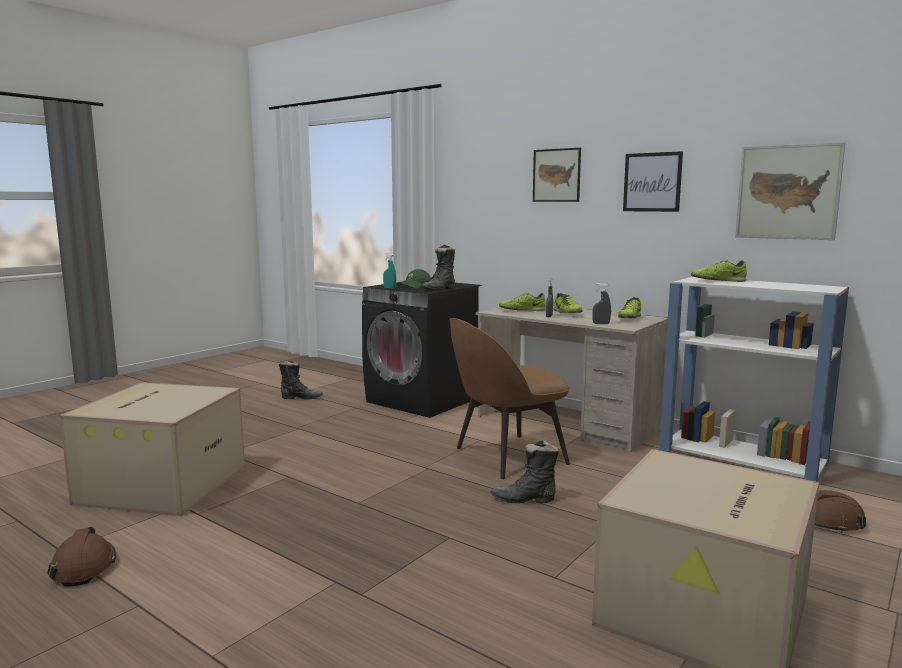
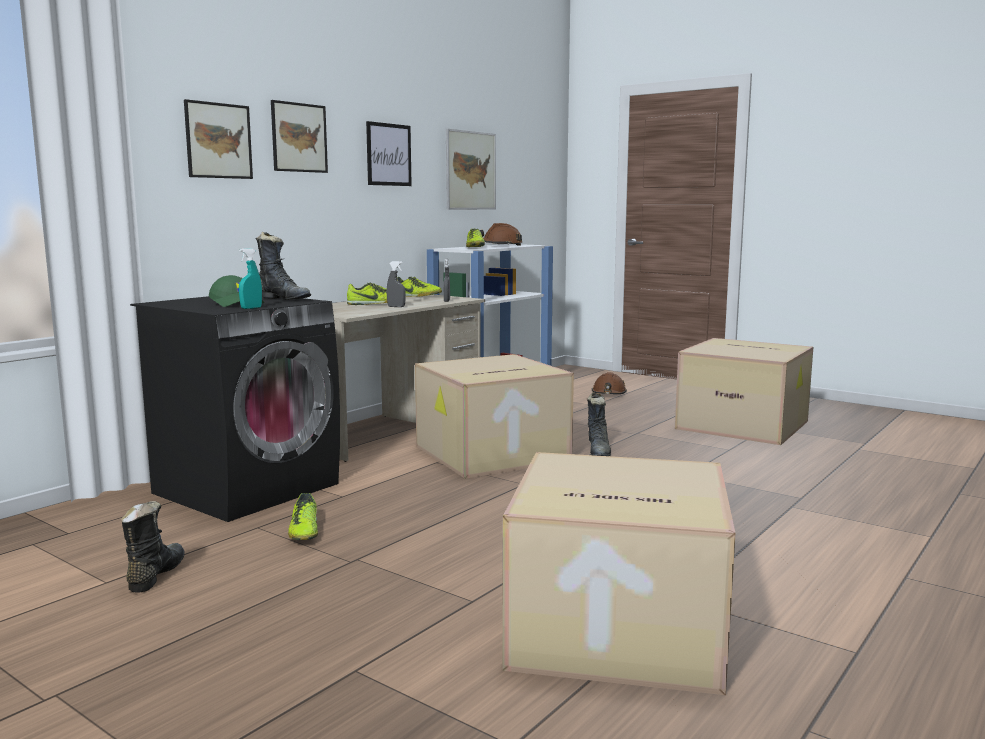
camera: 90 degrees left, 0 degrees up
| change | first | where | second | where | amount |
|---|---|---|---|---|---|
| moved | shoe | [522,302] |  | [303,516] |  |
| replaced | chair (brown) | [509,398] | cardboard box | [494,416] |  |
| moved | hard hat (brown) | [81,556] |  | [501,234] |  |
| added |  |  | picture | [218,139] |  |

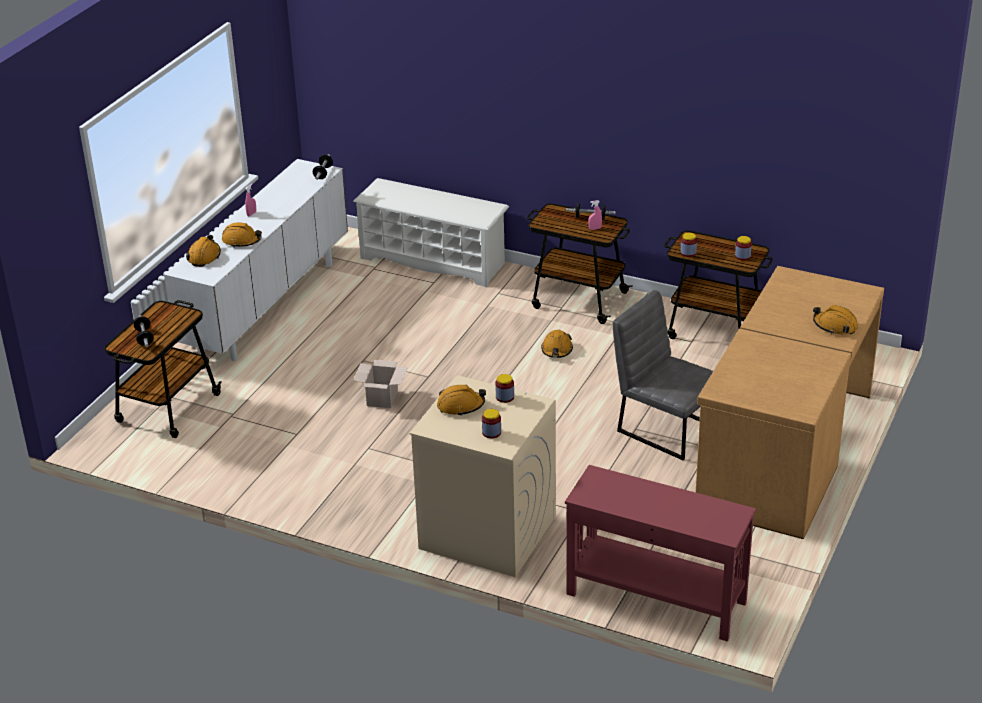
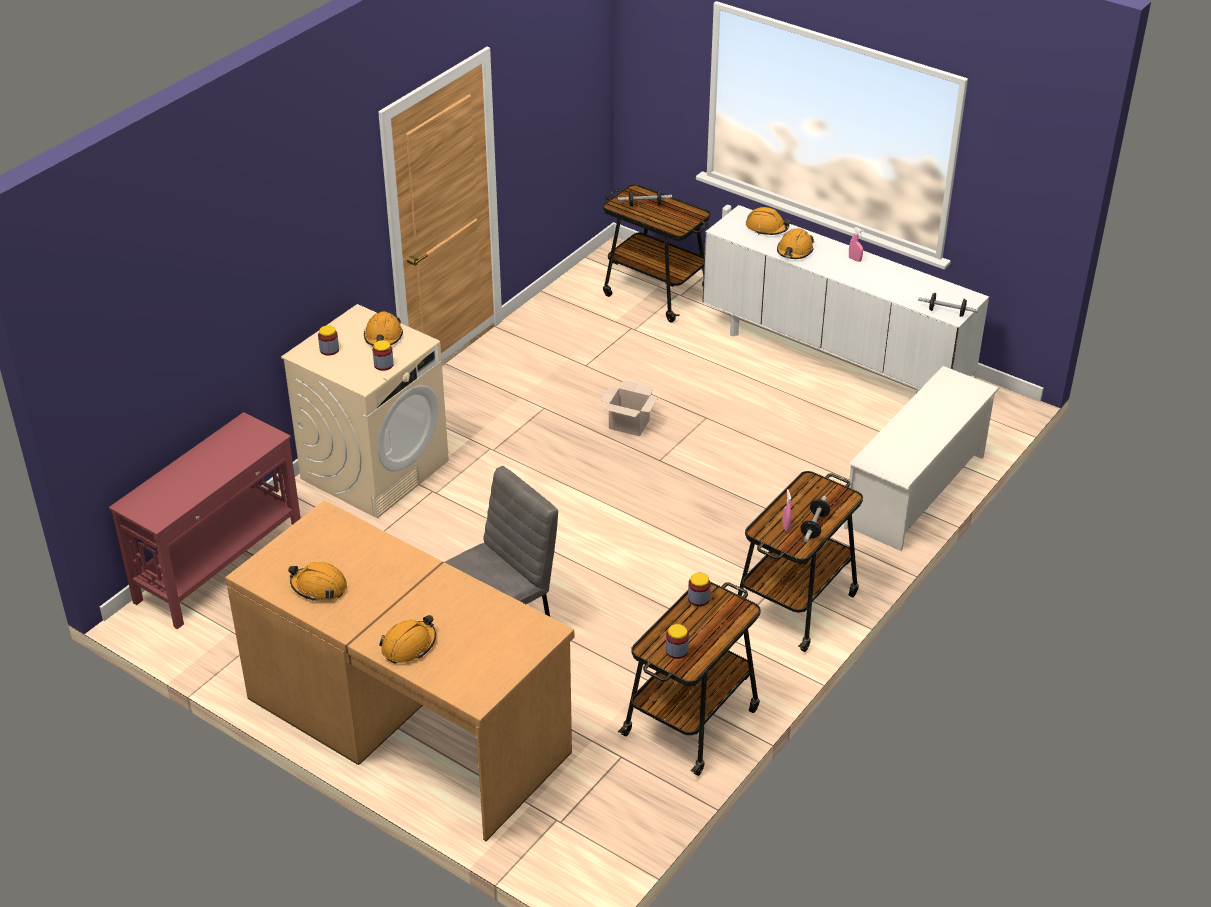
camera: 100 degrees right, 5 degrees up
| change | first | where | second | where | amount |
|---|---|---|---|---|---|
| moved | hard hat (orange) | [557,344] |  | [317,581] |  |

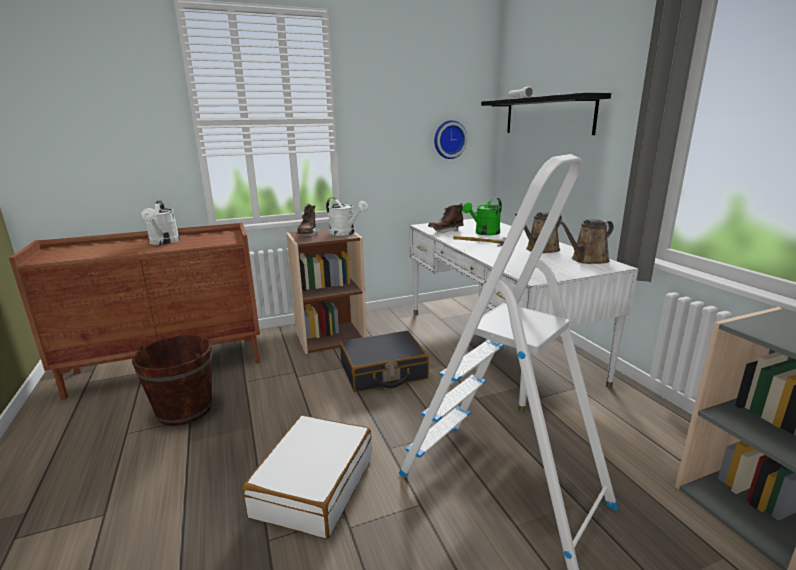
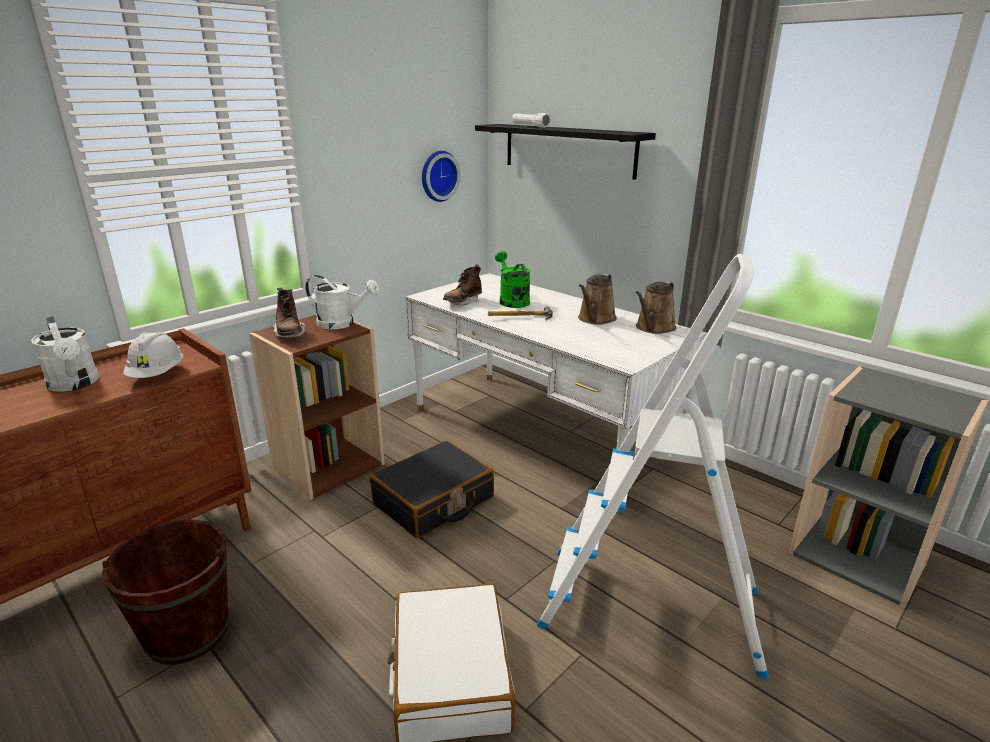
camera: 25 degrees left, 5 degrees up
| change | first | where | second | where | amount |
|---|---|---|---|---|---|
| turned | watering can (green) | [482,216] |  | [513,279] | 135 degrees clockwise |
| added |  |  | hard hat (white) | [153,355] |  |

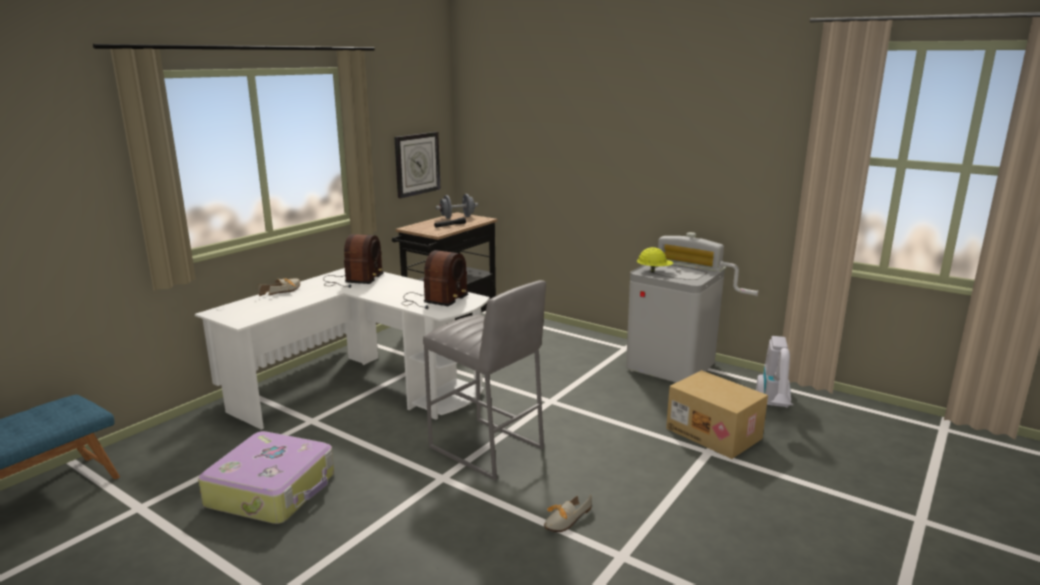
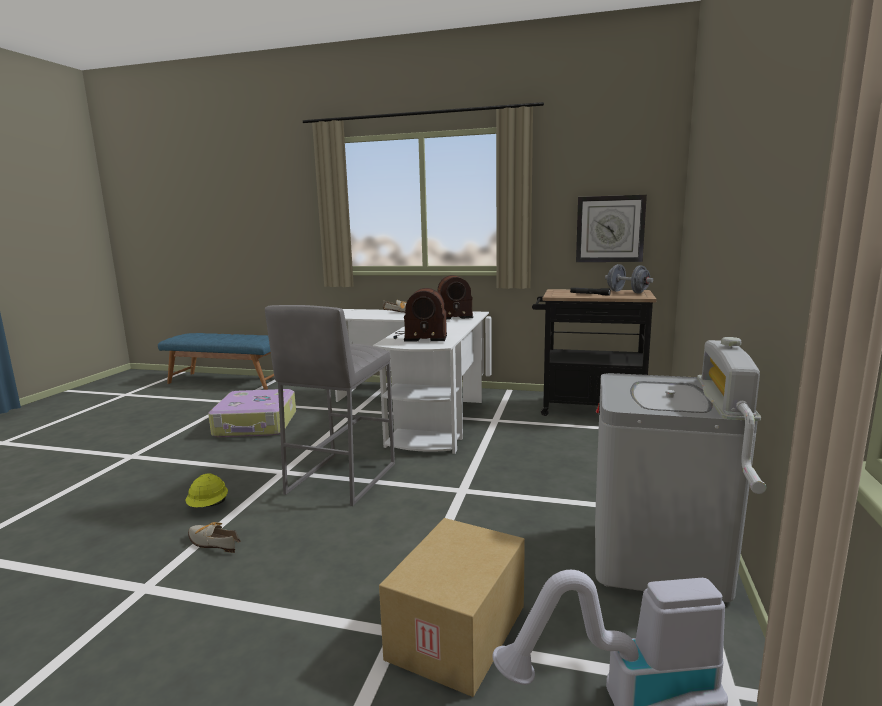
camera: 70 degrees right, 5 degrees down
| change | first | where | second | where | amount |
|---|---|---|---|---|---|
| moved | hard hat (yellow) | [655,259] |  | [206,490] |  |

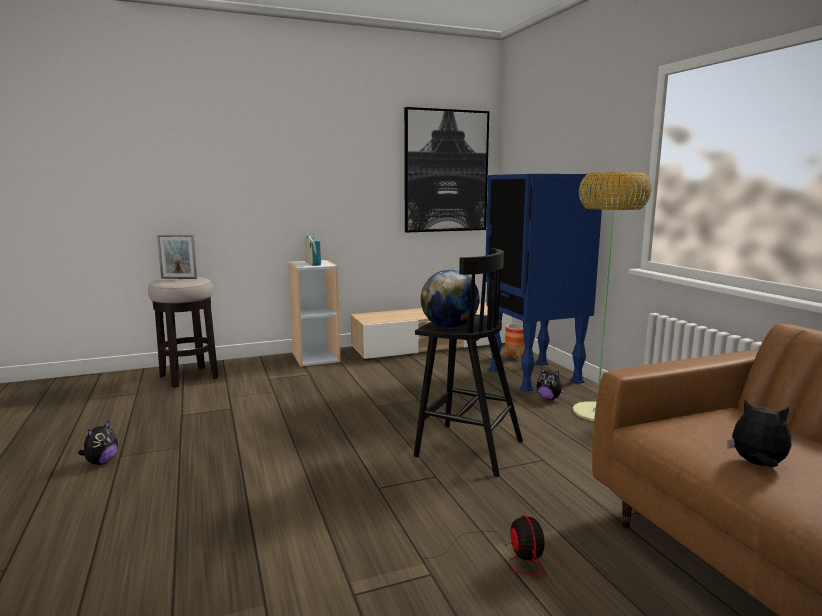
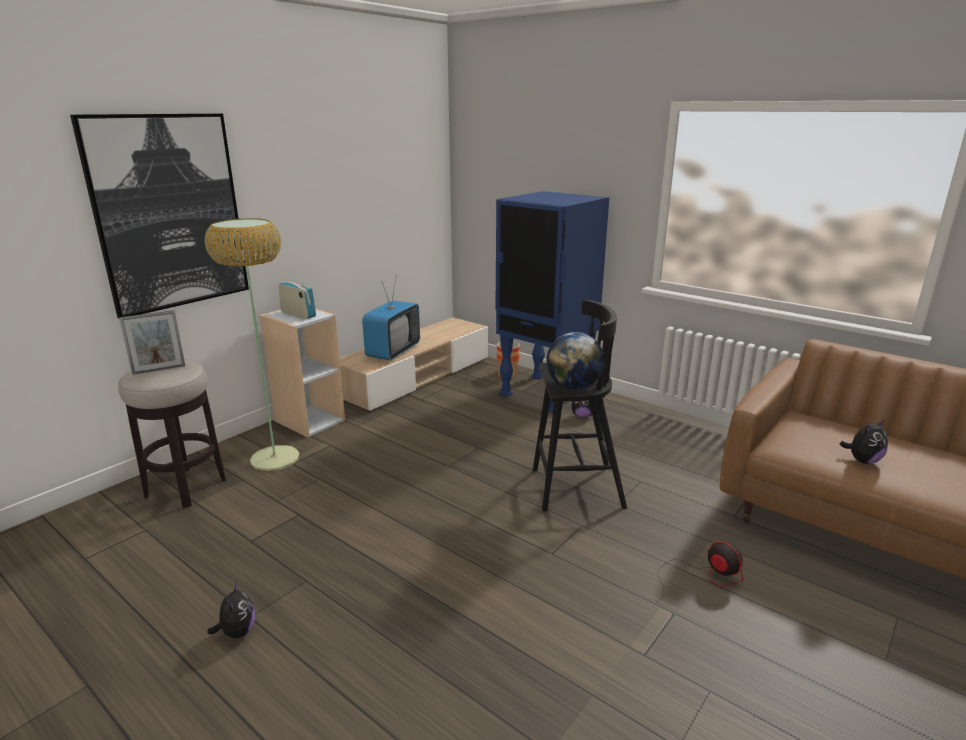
camera: 30 degrees left, 10 degrees up
| change | first | where | second | where | amount |
|---|---|---|---|---|---|
| moved | picture | [446,170] |  | [159,216] |  |
| moved | floor lamp | [612,296] |  | [252,344] |  |
| turned | plush toy | [759,434] |  | [864,442] | 150 degrees clockwise |
| added |  |  | television | [391,319] |  |

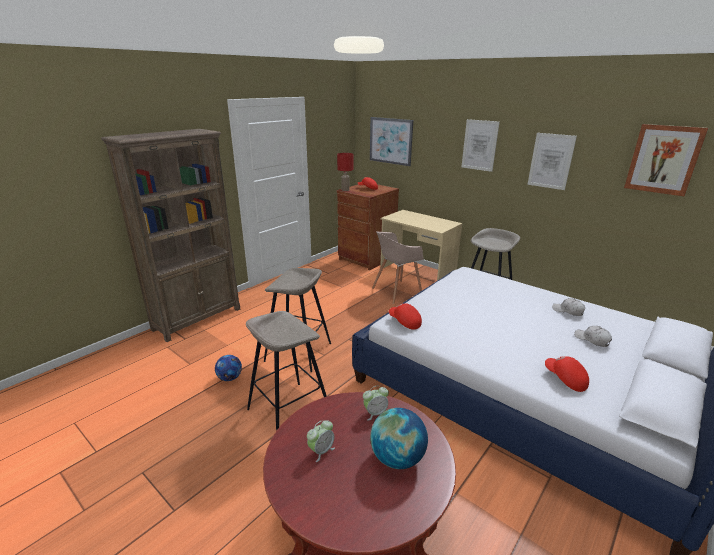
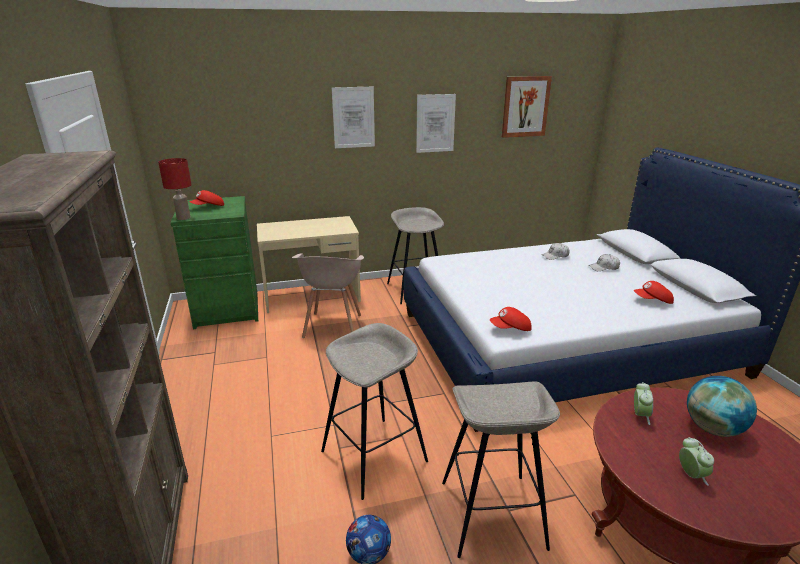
camera: 55 degrees left, 0 degrees up
| change | first | where | second | where | amount |
|---|---|---|---|---|---|
| removed | picture | [391,141] |  |  |  |
| recoloured | dresser (brown) | [367,227] | dresser (green) | [214,262] |  |

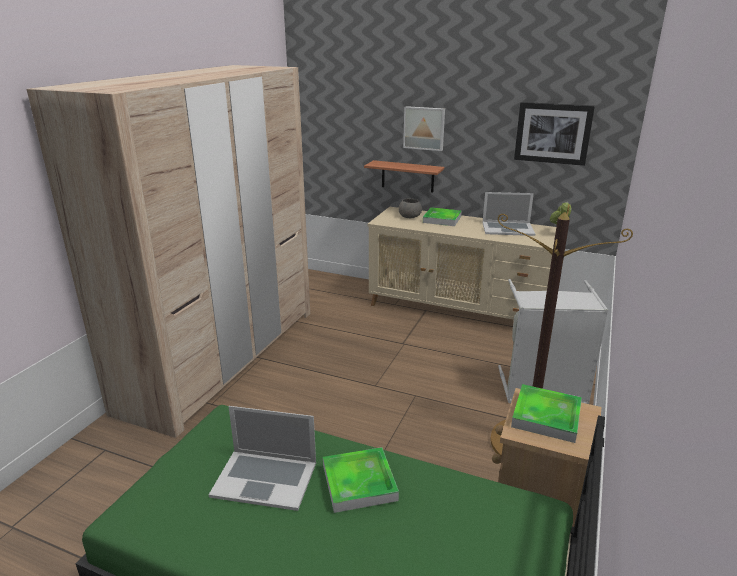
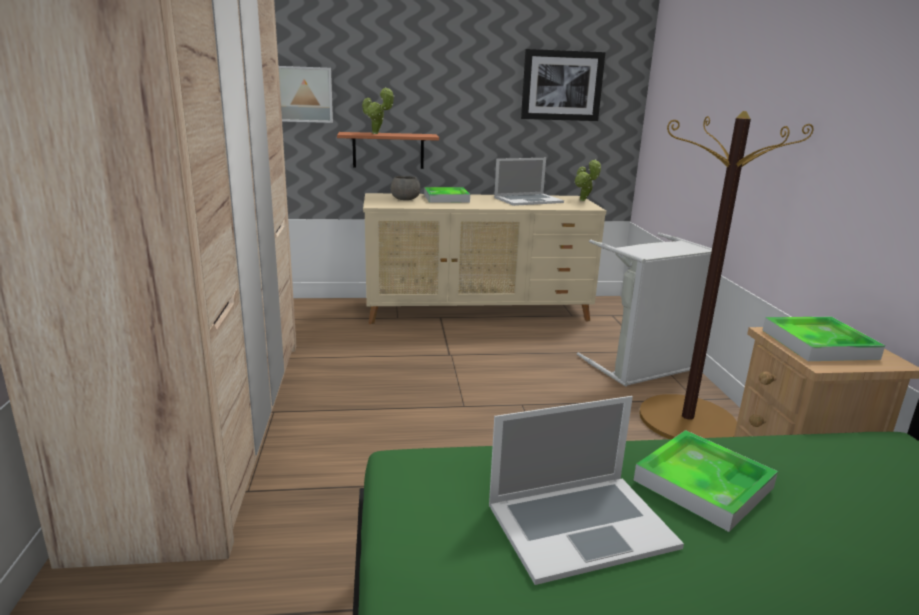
camera: 30 degrees left, 5 degrees down
| change | first | where | second | where | amount |
|---|---|---|---|---|---|
| moved | picture | [424,128] |  | [306,94] |  |
| added |  |  | potted plant | [378,110] |  |

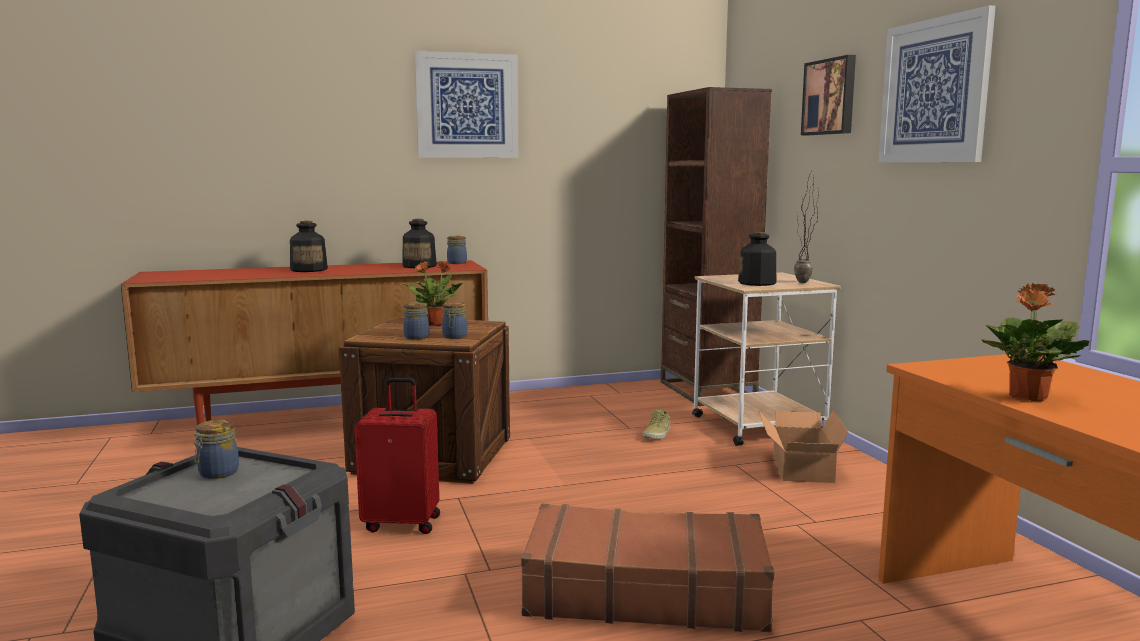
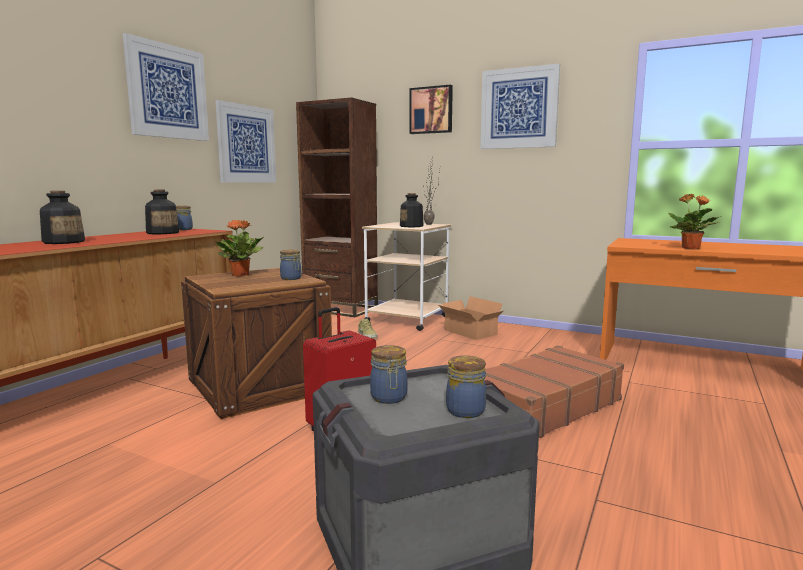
camera: 45 degrees left, 0 degrees up
| change | first | where | second | where | amount |
|---|---|---|---|---|---|
| moved | jar | [416,321] |  | [466,386] |  |
| added |  |  | picture | [245,141] |  |

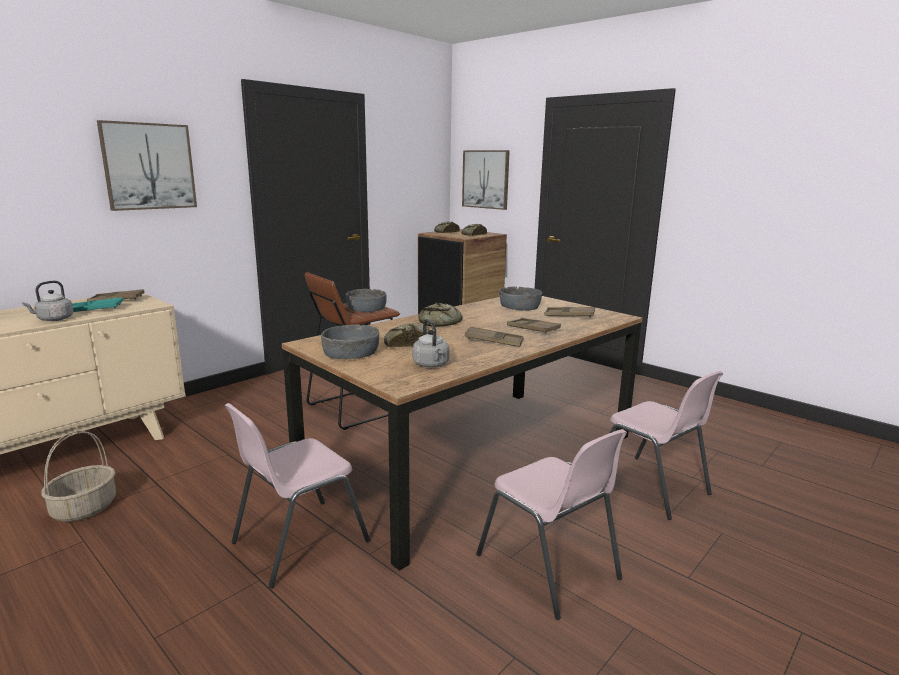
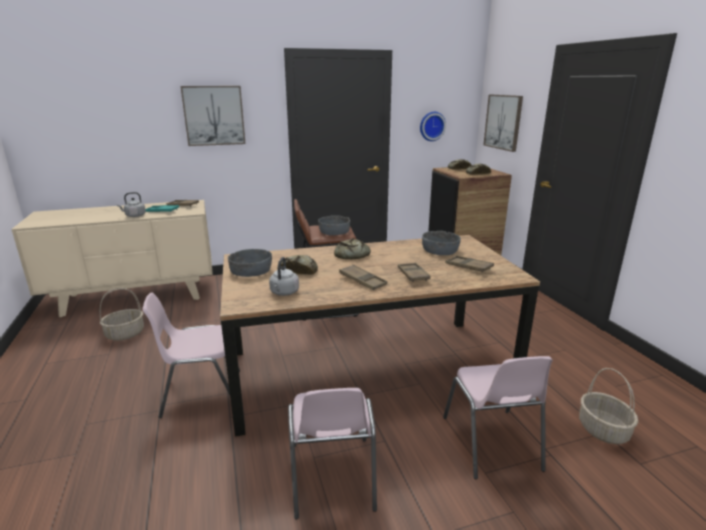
camera: 30 degrees right, 5 degrees up
| change | first | where | second | where | amount |
|---|---|---|---|---|---|
| added |  |  | wall clock | [433,126] |  |
| added |  |  | basket | [608,406] |  |

